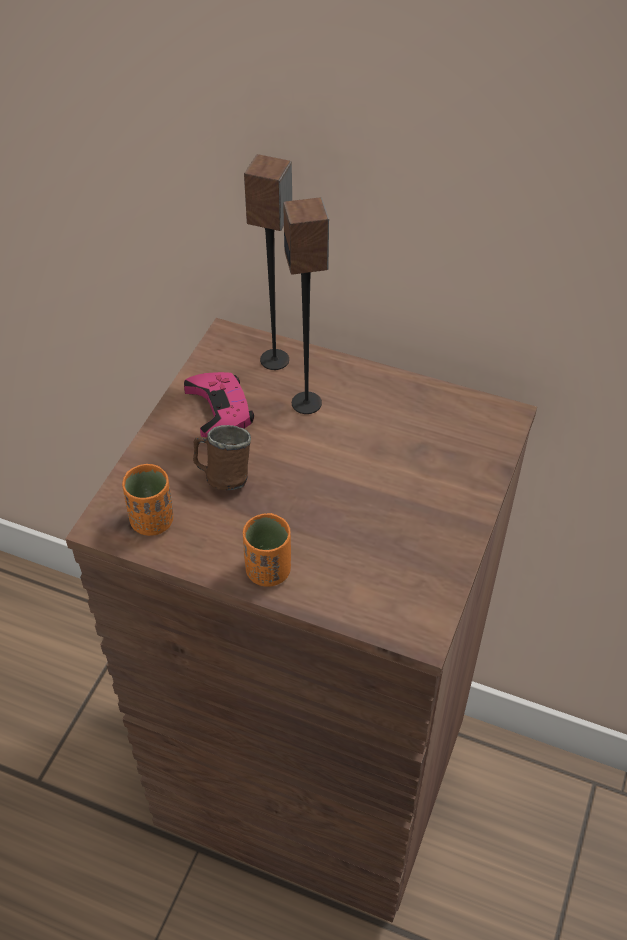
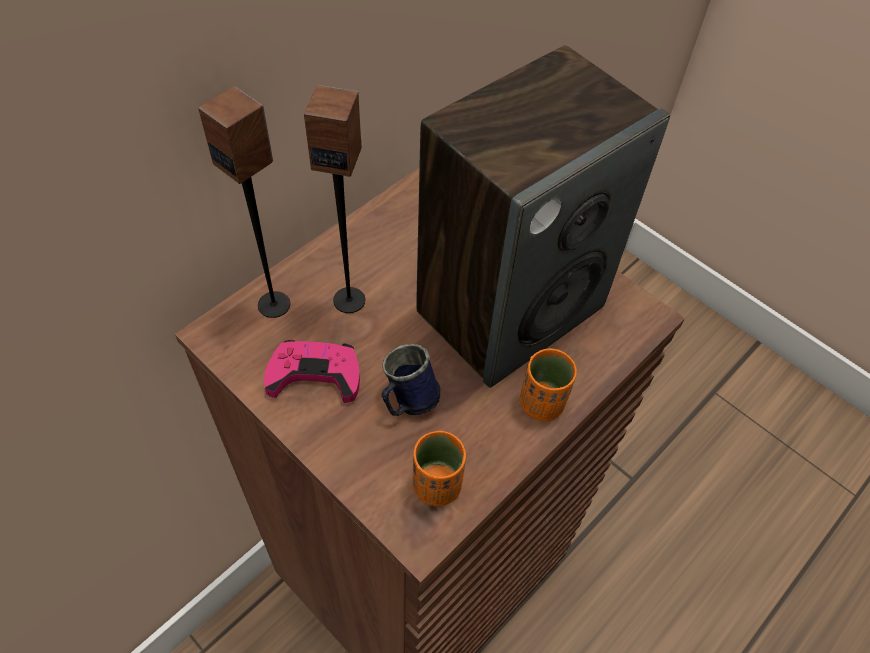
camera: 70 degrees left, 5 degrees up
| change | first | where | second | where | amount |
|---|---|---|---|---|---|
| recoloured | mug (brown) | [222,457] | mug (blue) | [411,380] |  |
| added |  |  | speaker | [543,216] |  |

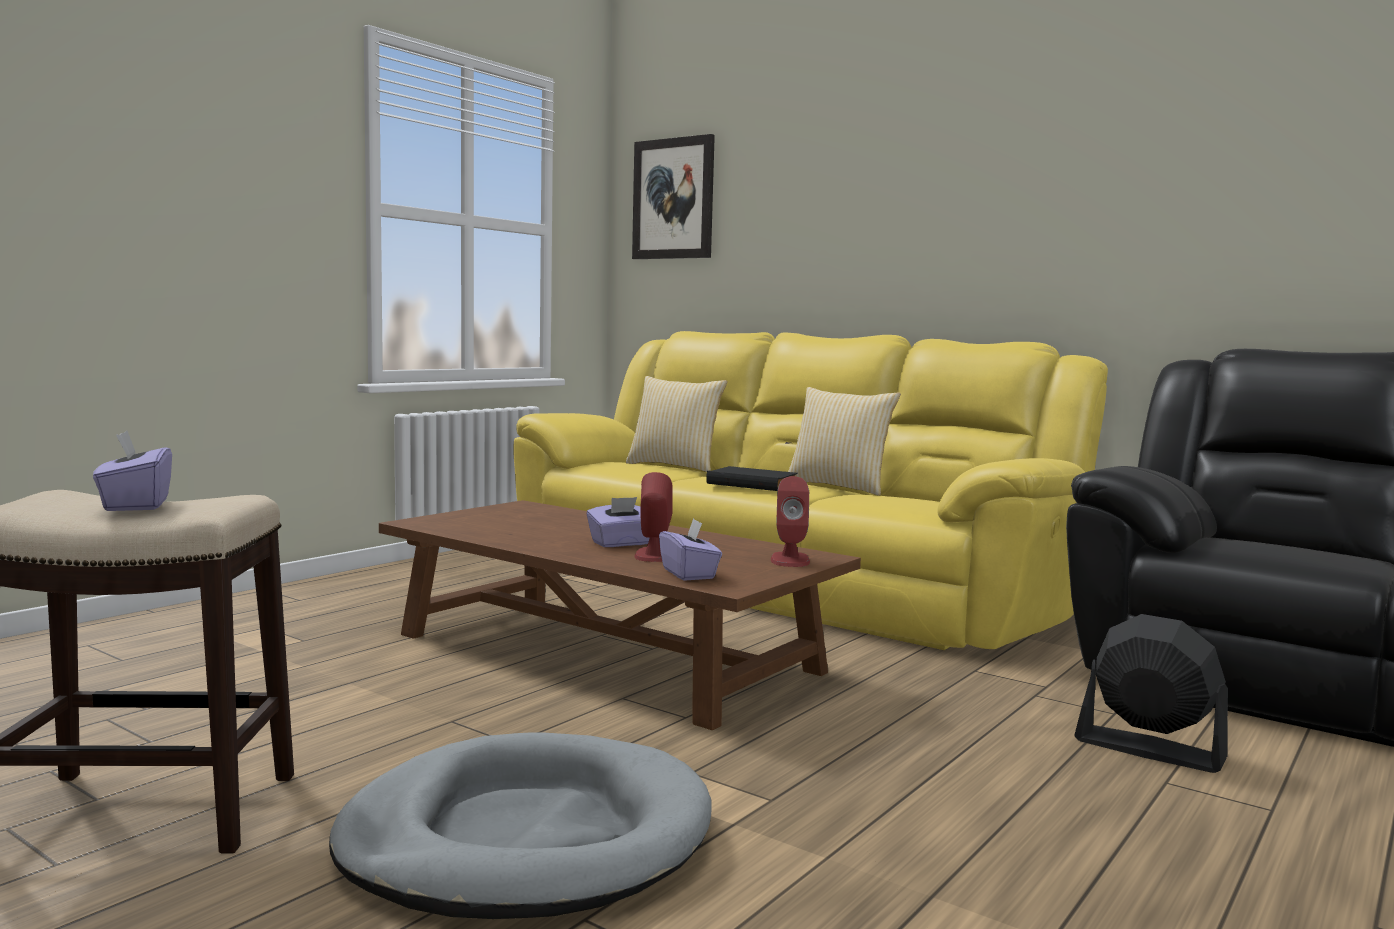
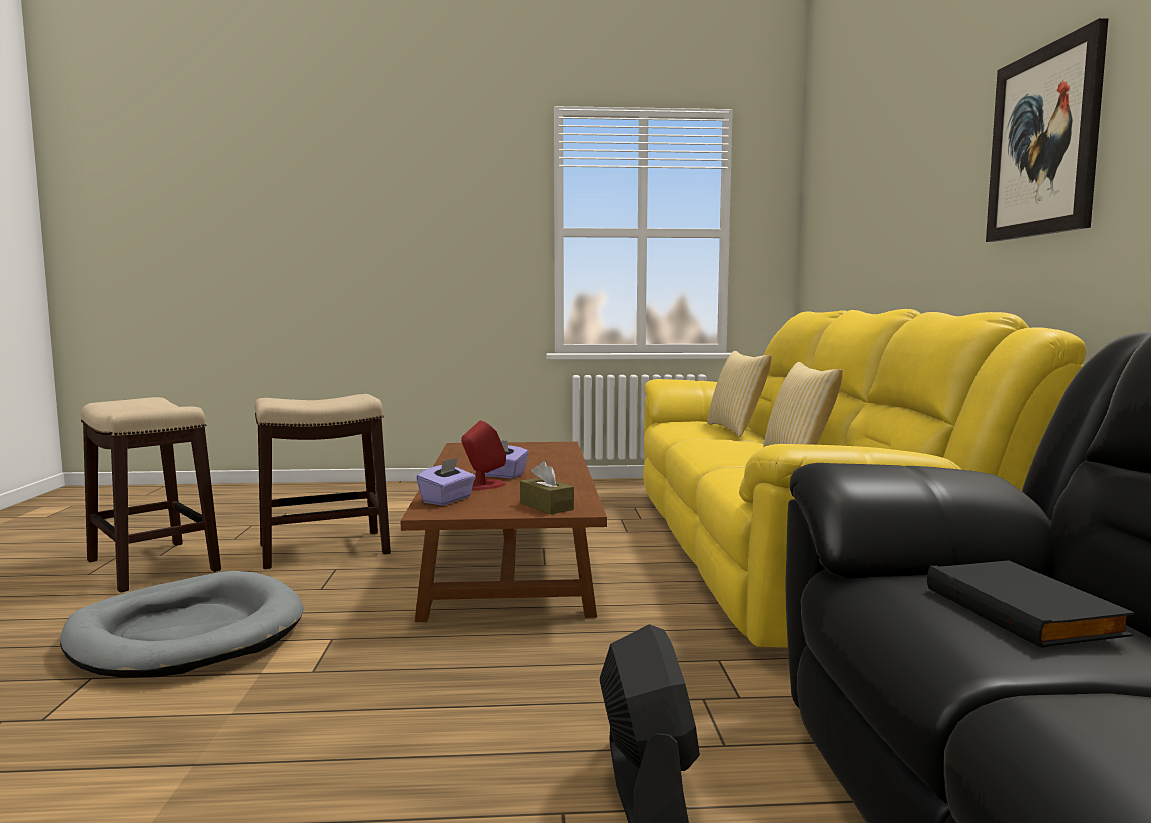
camera: 50 degrees right, 0 degrees up
| change | first | where | second | where | amount |
|---|---|---|---|---|---|
| moved | picture | [673,196] |  | [1047,130] |  |
| removed | tissue box (purple) | [132,471] |  |  |  |
| moved | book (black) | [752,478] |  | [1031,604] |  |
| replaced | speaker (red) | [790,521] | tissue box (brown) | [547,487] |  |
| added |  |  | stool | [323,481] |  |

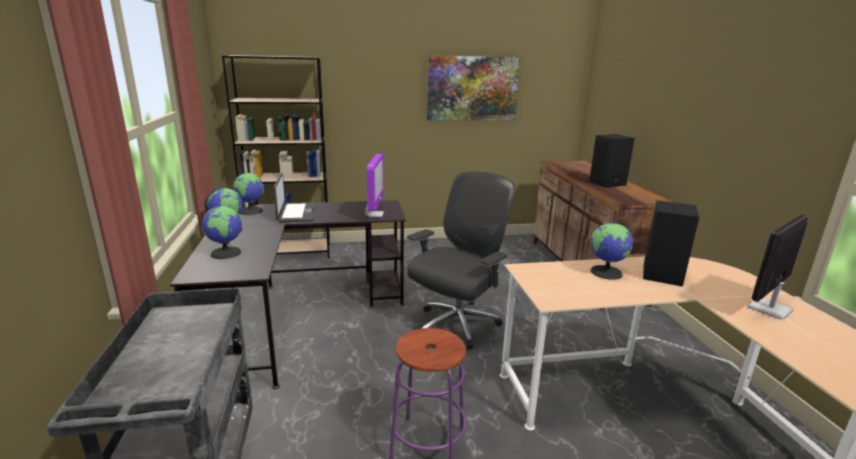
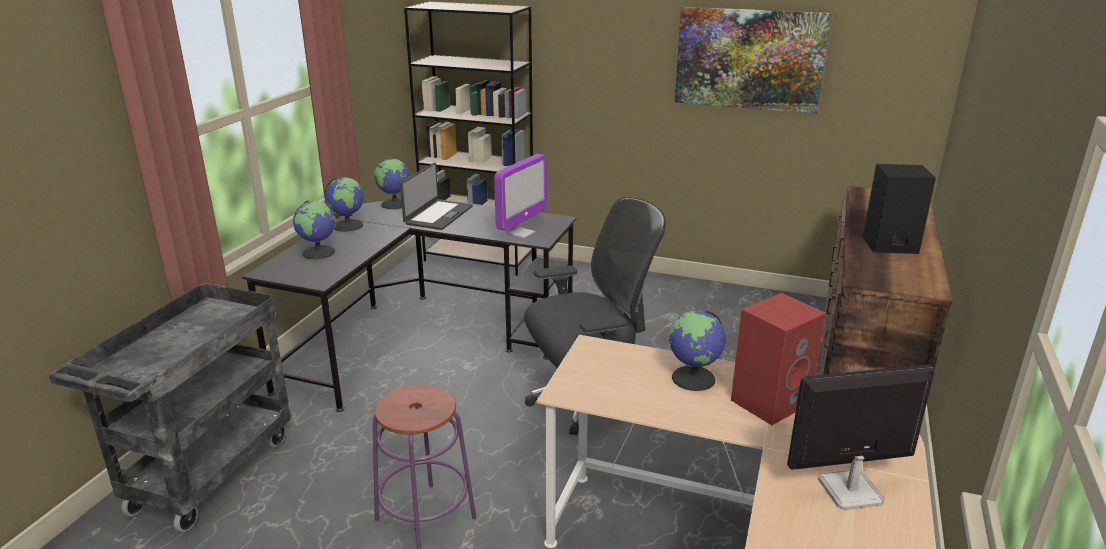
camera: 30 degrees right, 5 degrees up
| change | first | where | second | where | amount |
|---|---|---|---|---|---|
| recoloured | speaker (black) | [671,243] | speaker (red) | [778,359] |  |

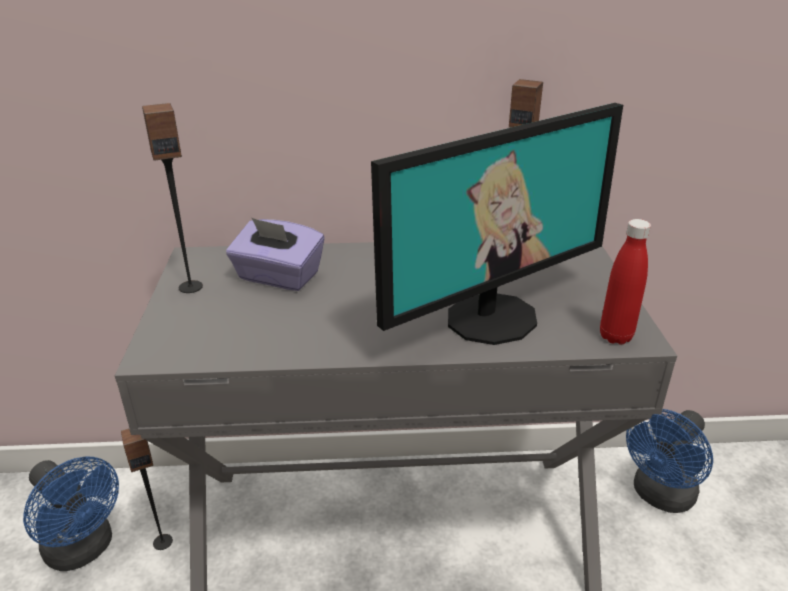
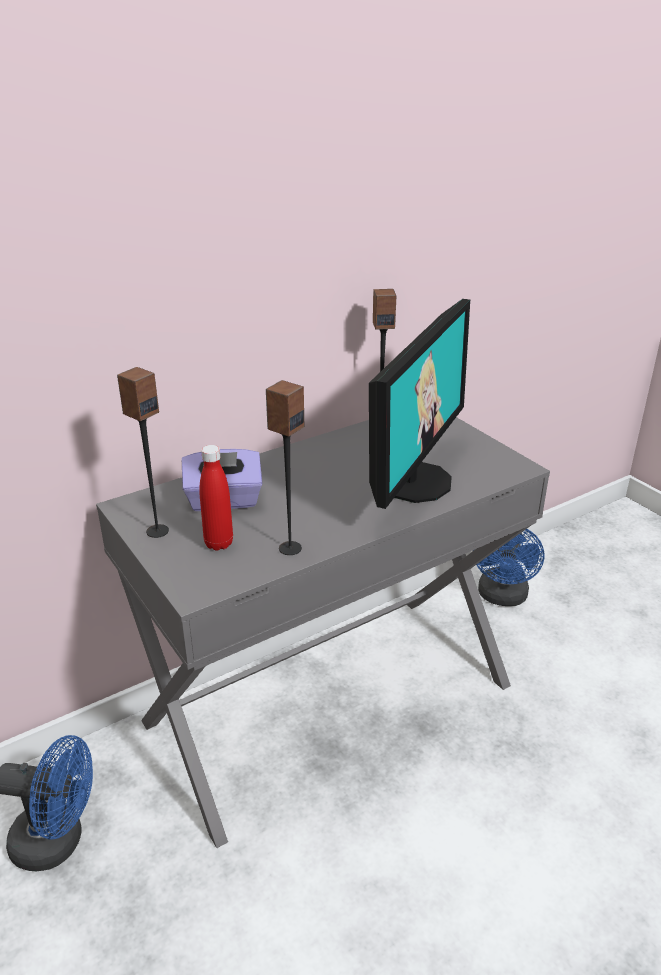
camera: 30 degrees left, 0 degrees up
| change | first | where | second | where | amount |
|---|---|---|---|---|---|
| moved | bottle (red) | [625,282] |  | [216,498] |  |
| moved | speaker | [147,489] |  | [285,467] |  |

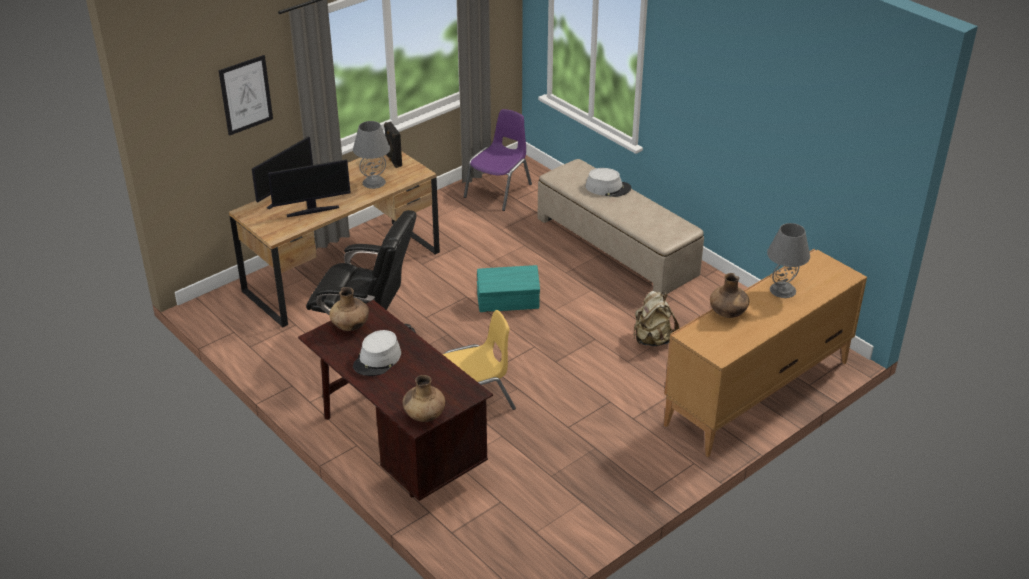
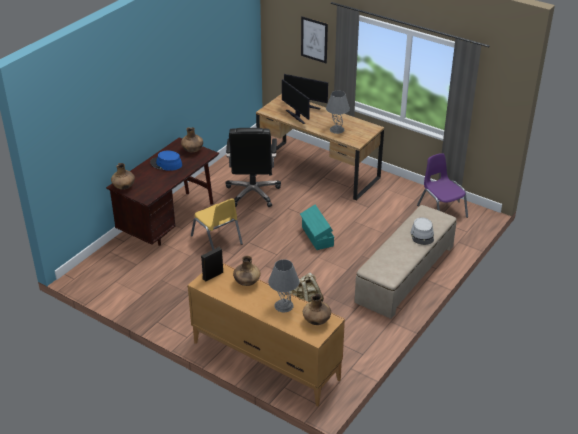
camera: 75 degrees right, 0 degrees up
| change | first | where | second | where | amount |
|---|---|---|---|---|---|
| turned | chair (purple) | [498,160] |  | [442,185] | 135 degrees counterclockwise |
| moved | speaker (black) | [393,145] |  | [212,264] |  |
| recoloured | hat (grey) | [377,353] | hat (blue) | [166,160] |  |
| added |  |  | vase (brown) | [317,309] |  |

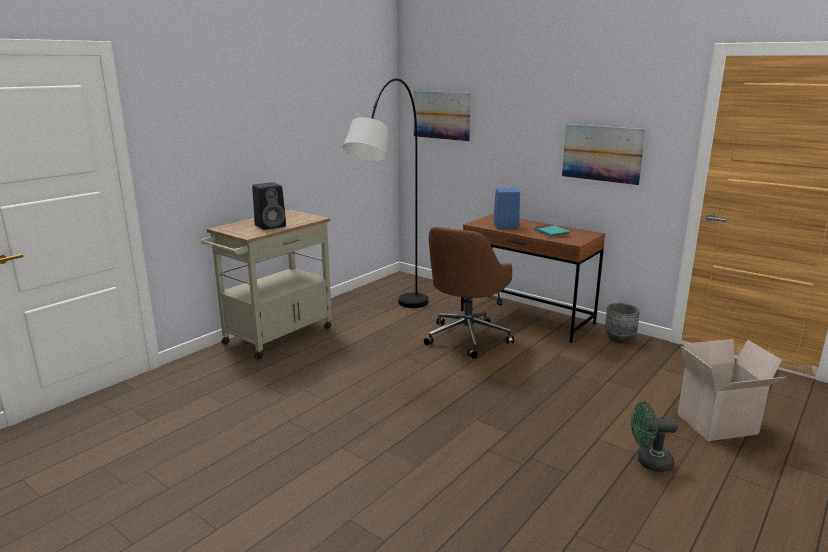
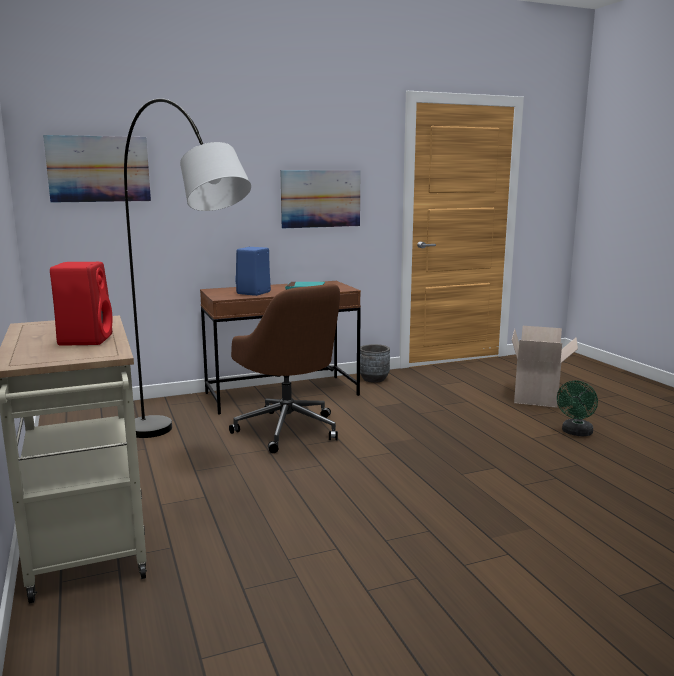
camera: 60 degrees left, 5 degrees down
| change | first | where | second | where | amount |
|---|---|---|---|---|---|
| recoloured | speaker (black) | [269,206] | speaker (red) | [81,304] |  |

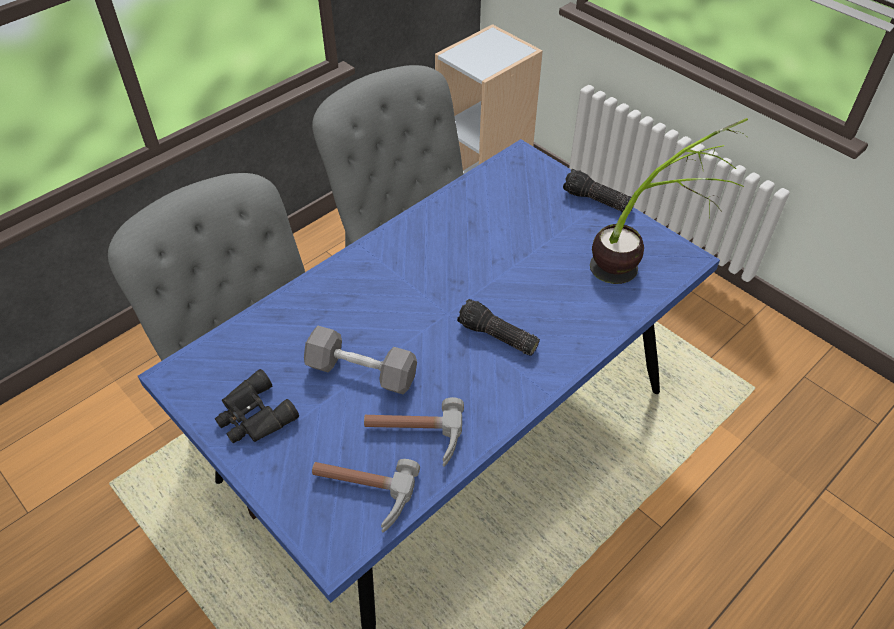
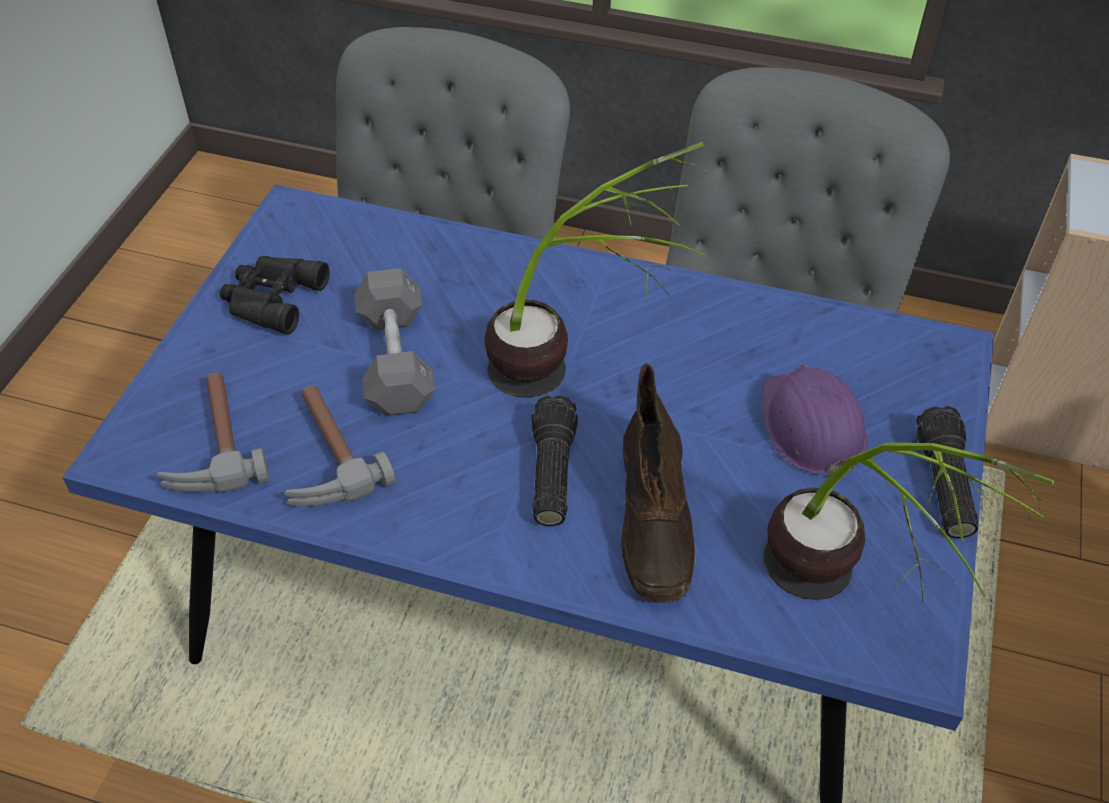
camera: 60 degrees right, 0 degrees up
| change | first | where | second | where | amount |
|---|---|---|---|---|---|
| added |  |  | potted plant | [596,270] |  |
| added |  |  | boot (brown) | [658,483] |  |
| added |  |  | hard hat (purple) | [815,420] |  |

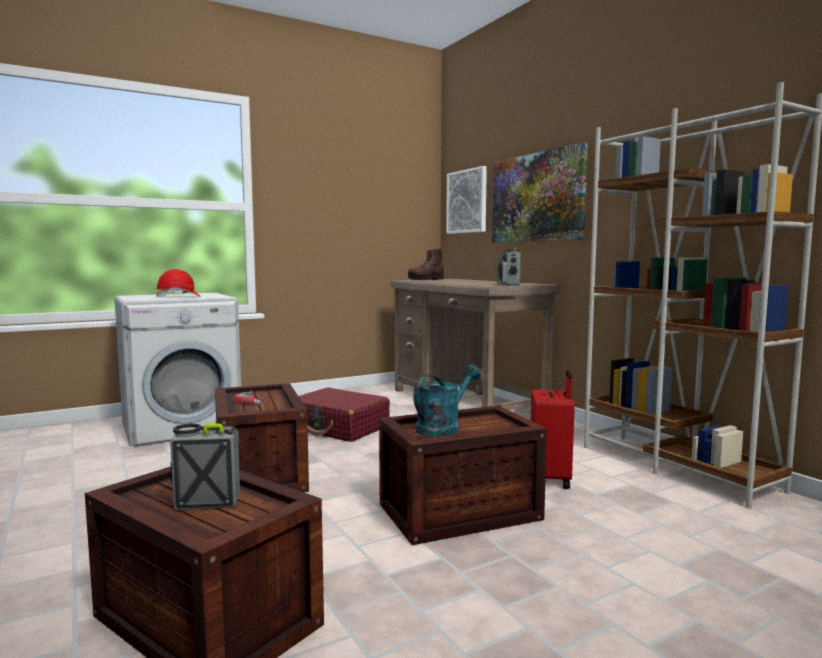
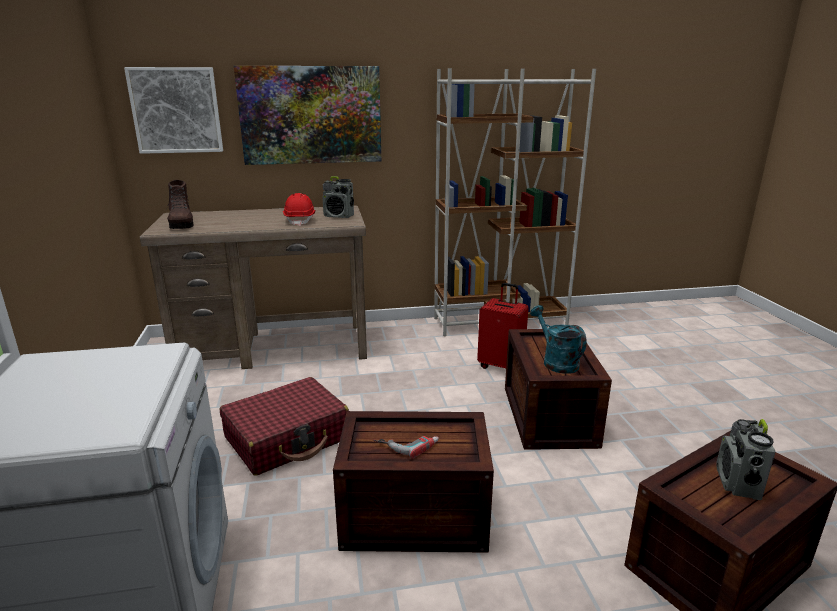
camera: 70 degrees left, 15 degrees up
| change | first | where | second | where | amount |
|---|---|---|---|---|---|
| moved | hard hat (red) | [178,283] |  | [299,209] |  |

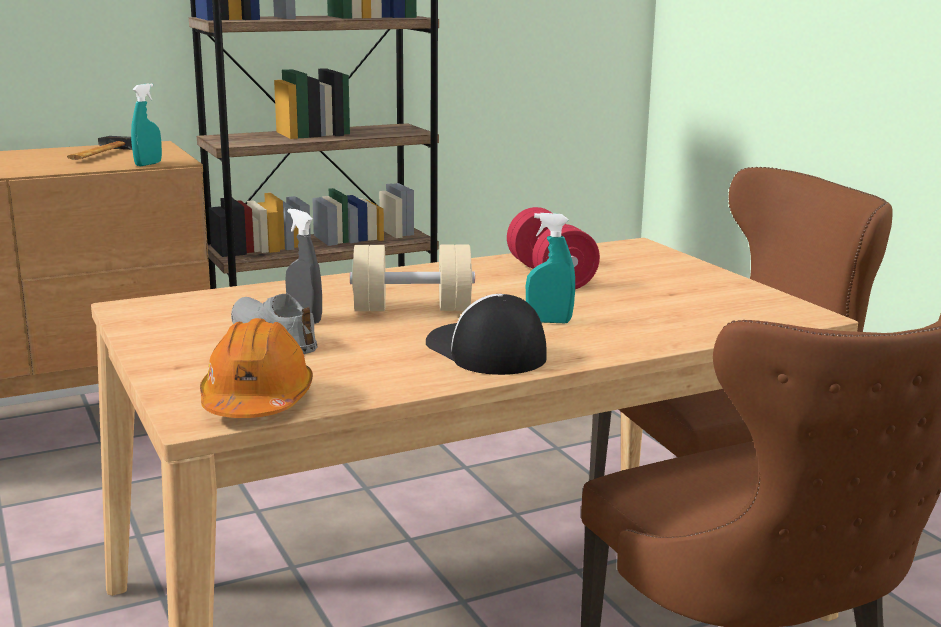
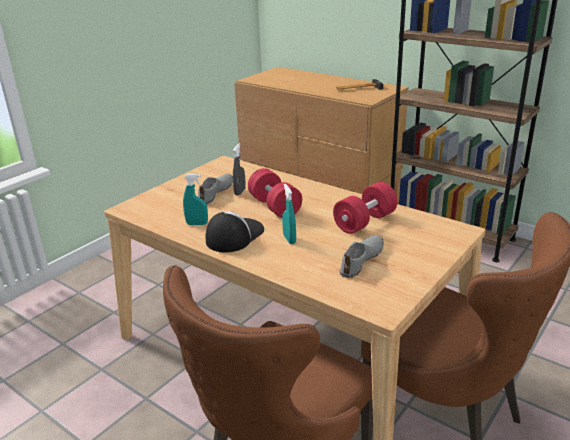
camera: 65 degrees right, 10 degrees up
| change | first | where | second | where | amount |
|---|---|---|---|---|---|
| moved | spray bottle (turquoise) | [146,124] |  | [195,199] |  |
| recoloured | dumbbell (beige) | [412,277] | dumbbell (red) | [275,193] |  |
| removed | hard hat (orange) | [256,368] |  |  |  |
| added |  |  | shoe (grey) | [361,256] |  |

